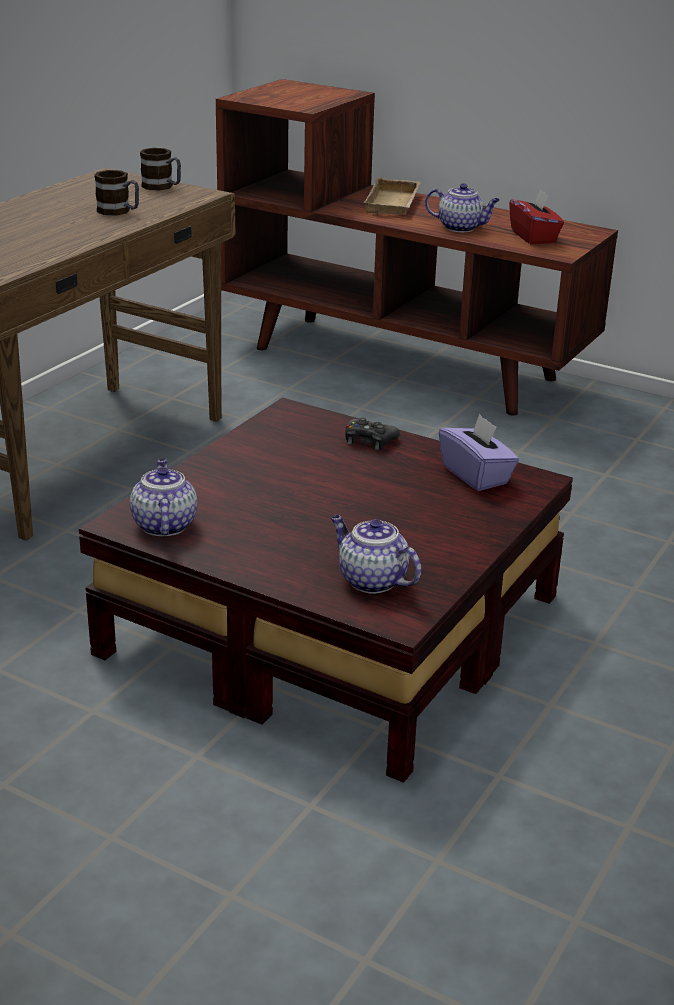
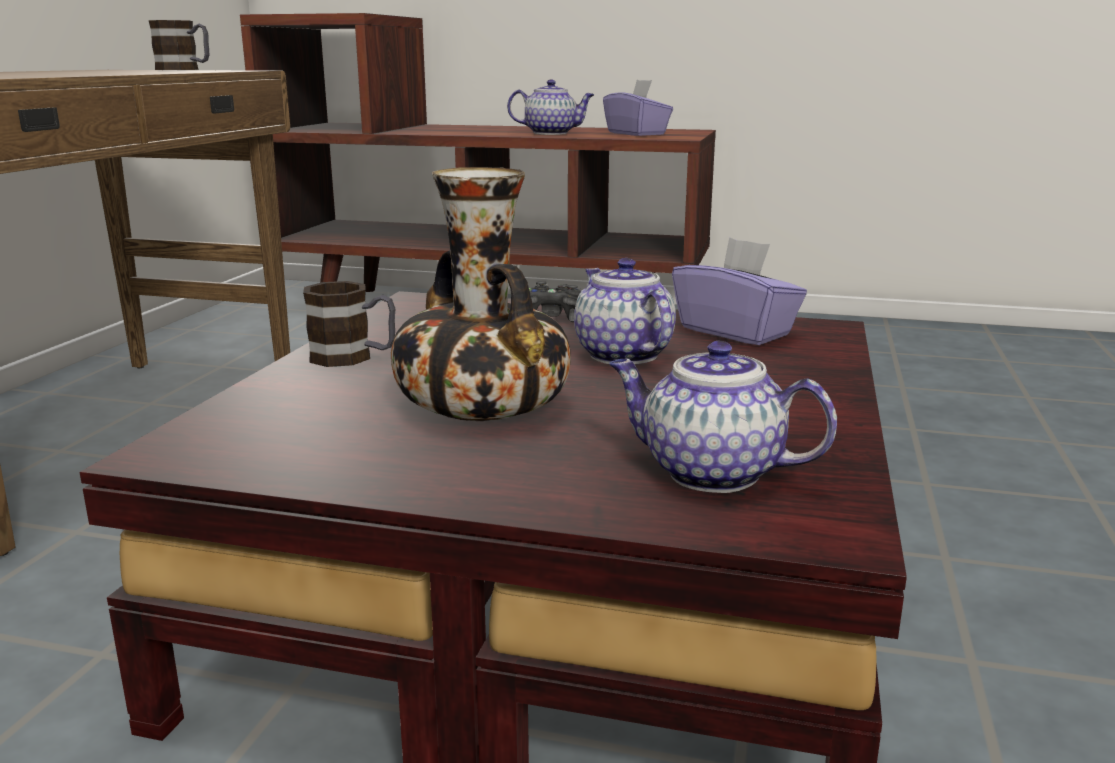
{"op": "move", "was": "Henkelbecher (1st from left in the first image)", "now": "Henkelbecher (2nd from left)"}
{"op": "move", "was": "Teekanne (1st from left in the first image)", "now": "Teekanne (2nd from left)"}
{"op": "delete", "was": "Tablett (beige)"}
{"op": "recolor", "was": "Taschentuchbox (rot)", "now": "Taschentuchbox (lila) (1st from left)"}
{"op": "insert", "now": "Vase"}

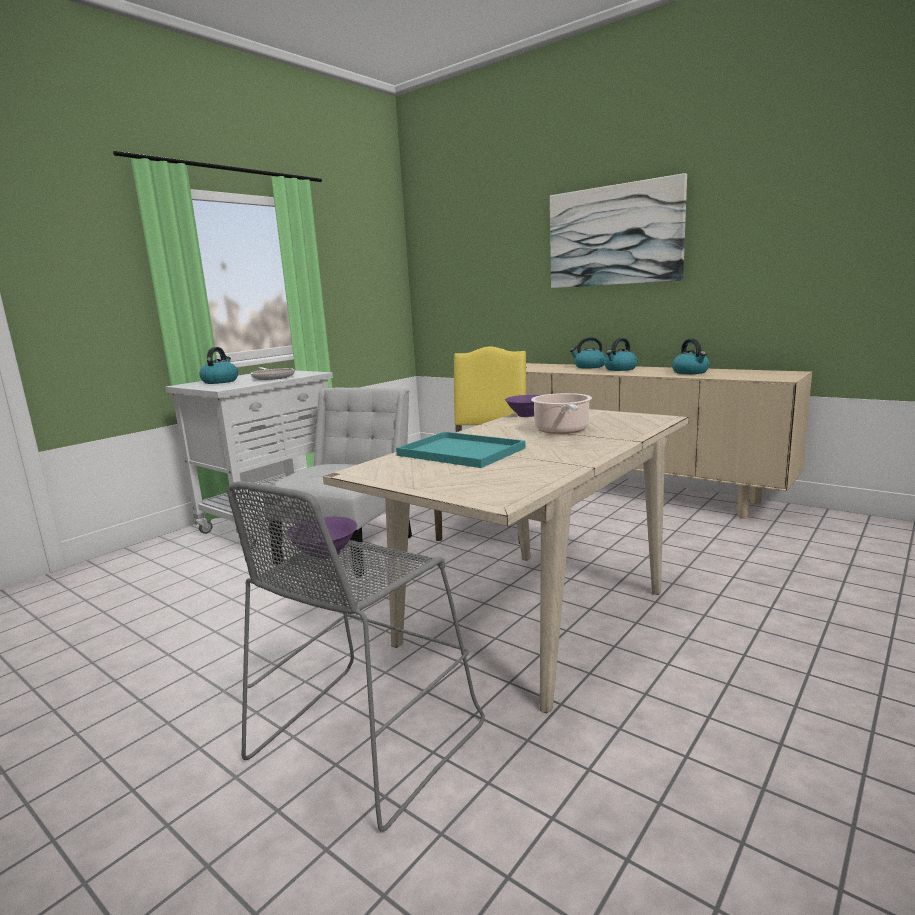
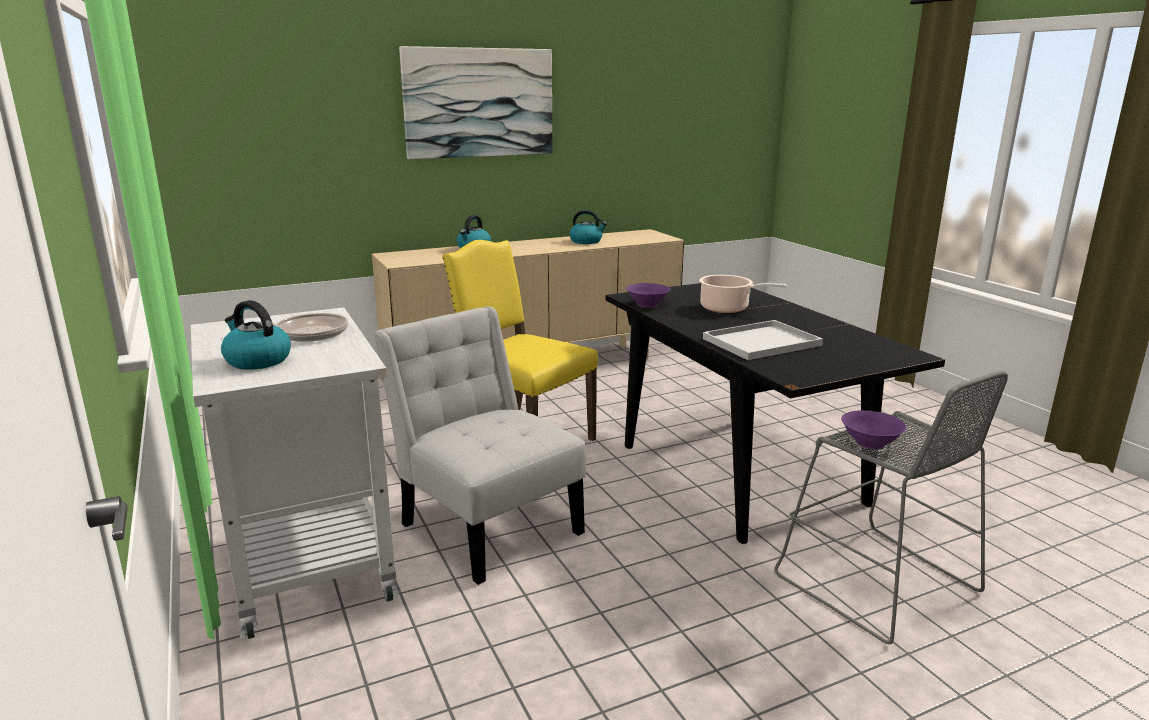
{"op": "recolor", "was": "Esstisch (beige)", "now": "Esstisch (schwarz)"}
{"op": "recolor", "was": "Tablett (türkis)", "now": "Tablett (weiß)"}
{"op": "delete", "was": "Wasserkessel (3rd from left)"}

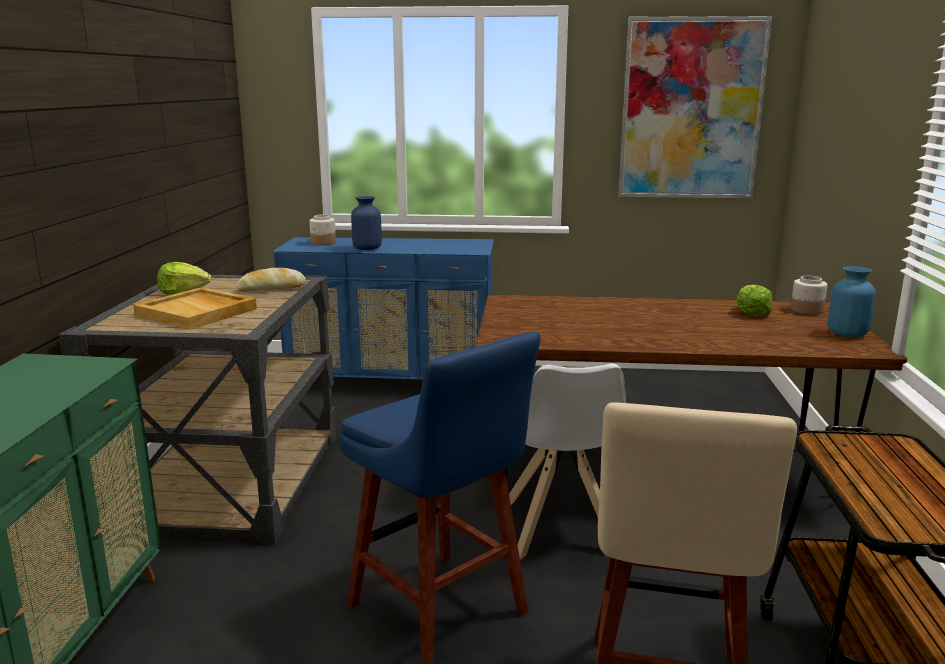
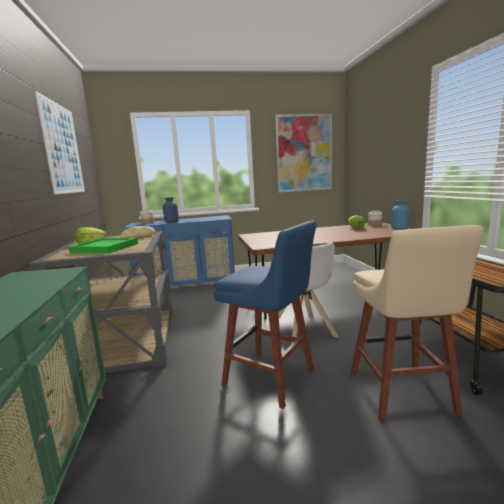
{"op": "recolor", "was": "Tablett (beige)", "now": "Tablett (grün)"}
{"op": "insert", "now": "Bild (1st from left)"}

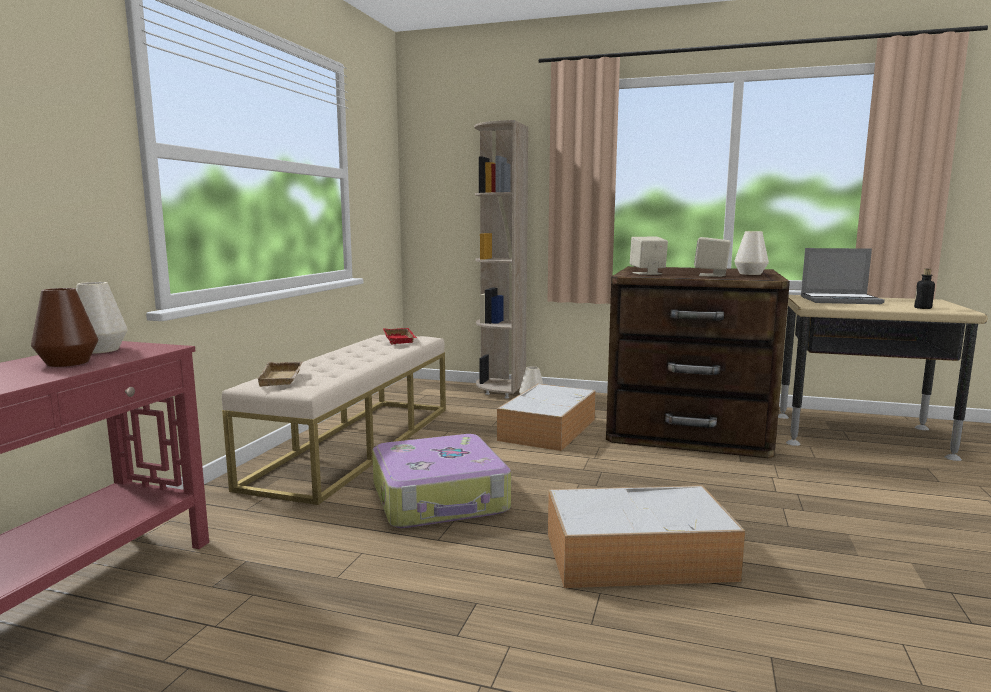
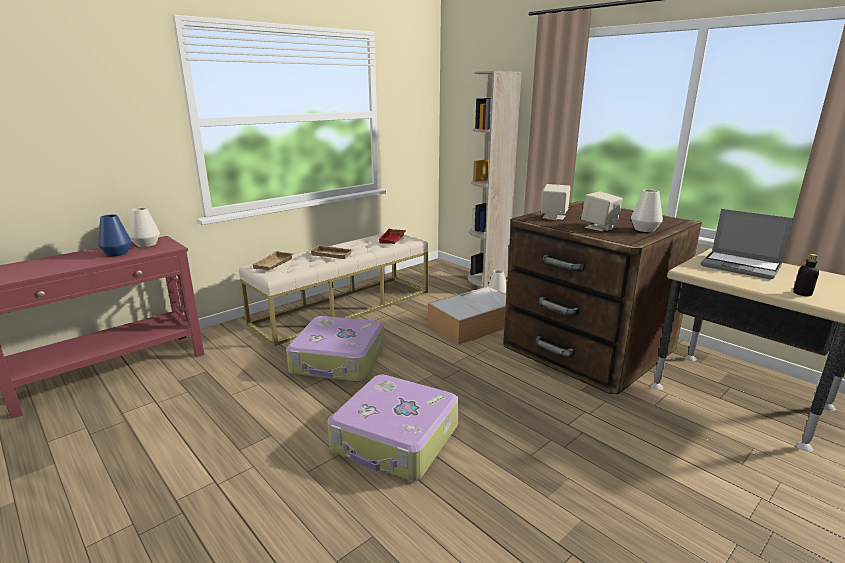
{"op": "recolor", "was": "Vase (braun)", "now": "Vase (blau)"}
{"op": "replace", "was": "Aufbewahrungsbox (2nd from left)", "now": "Koffer (2nd from left)"}
{"op": "insert", "now": "Tablett (beige) (2nd from left)"}

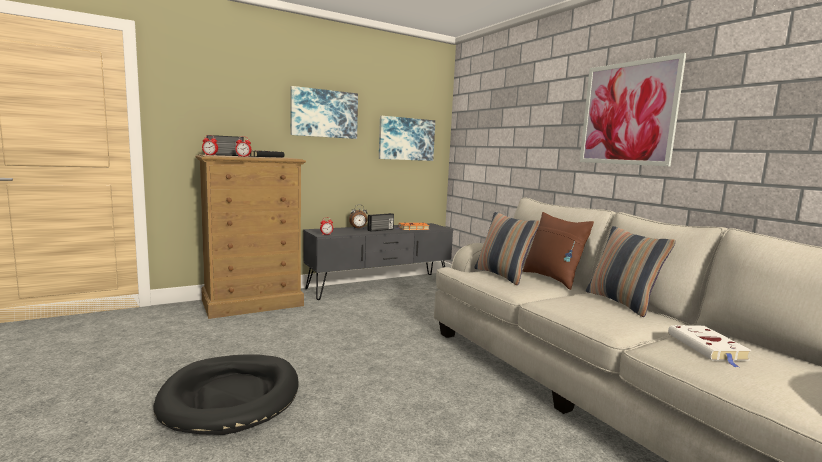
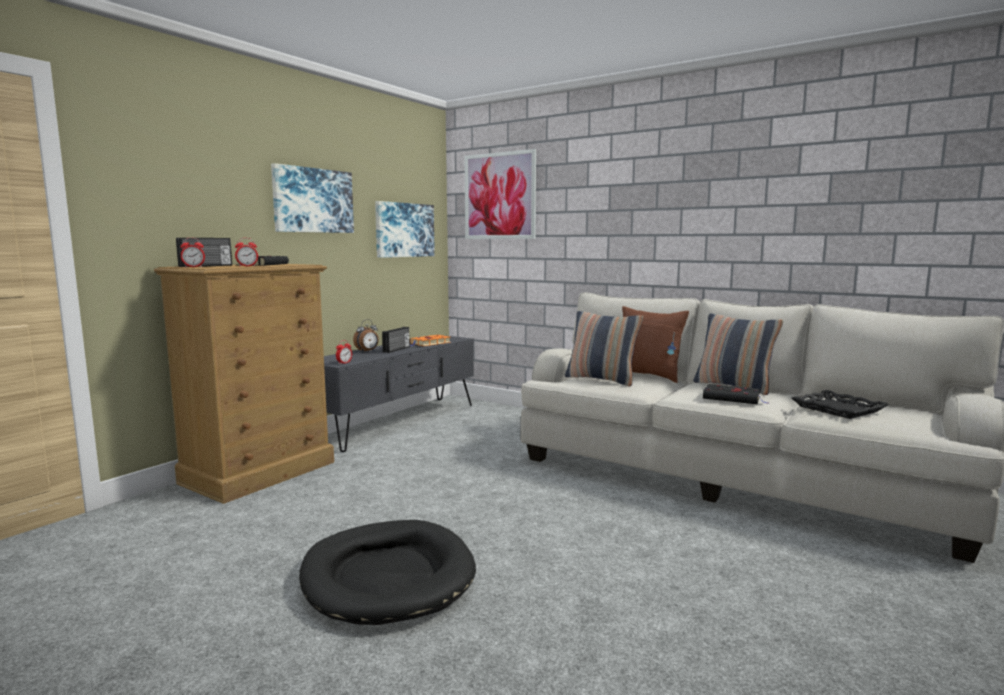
{"op": "move", "was": "Bild (3rd from left)"}
{"op": "replace", "was": "Buch (weiß)", "now": "Tablett (schwarz)"}
{"op": "insert", "now": "Buch (schwarz) (2nd from left)"}

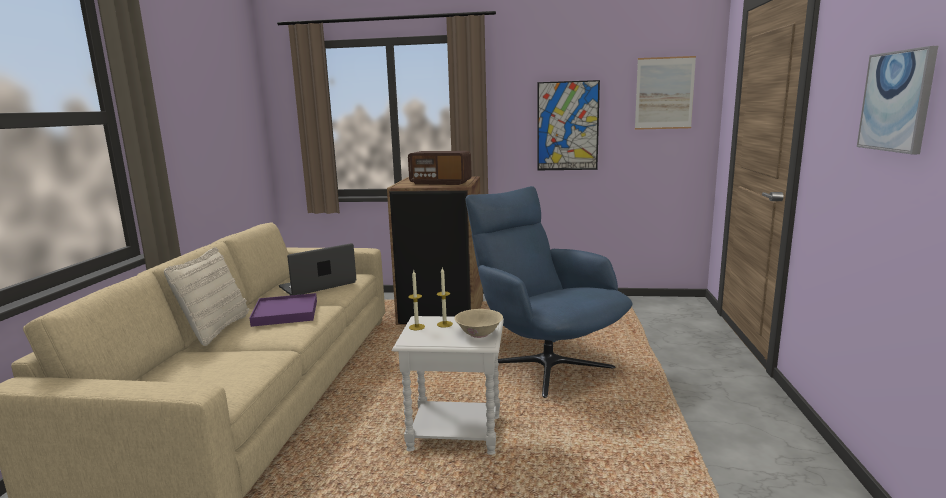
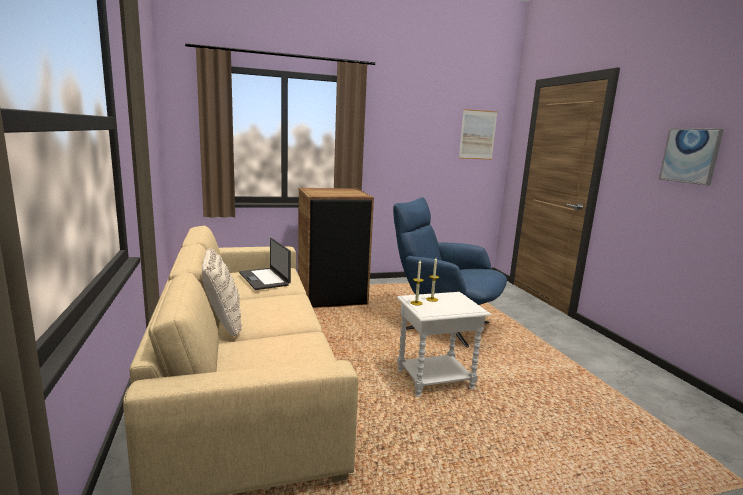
{"op": "delete", "was": "Tablett (lila)"}
{"op": "rotate", "was": "Laptop", "clockwise": -60}
{"op": "delete", "was": "Radio"}
{"op": "delete", "was": "Schüssel (beige)"}
{"op": "delete", "was": "Bild (1st from left)"}

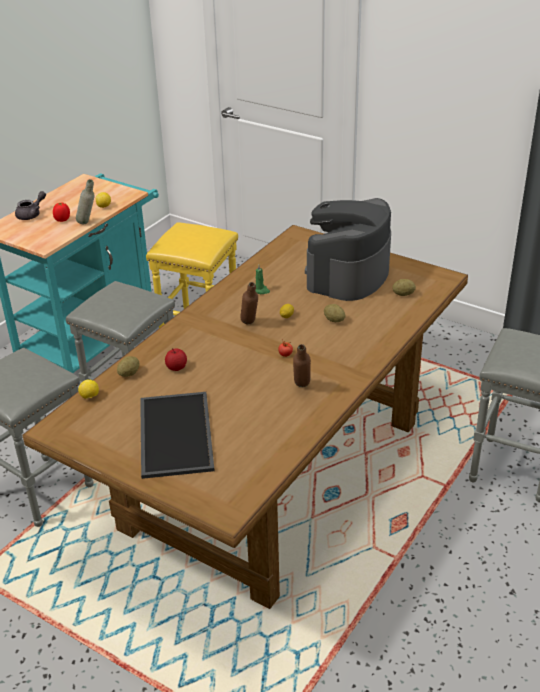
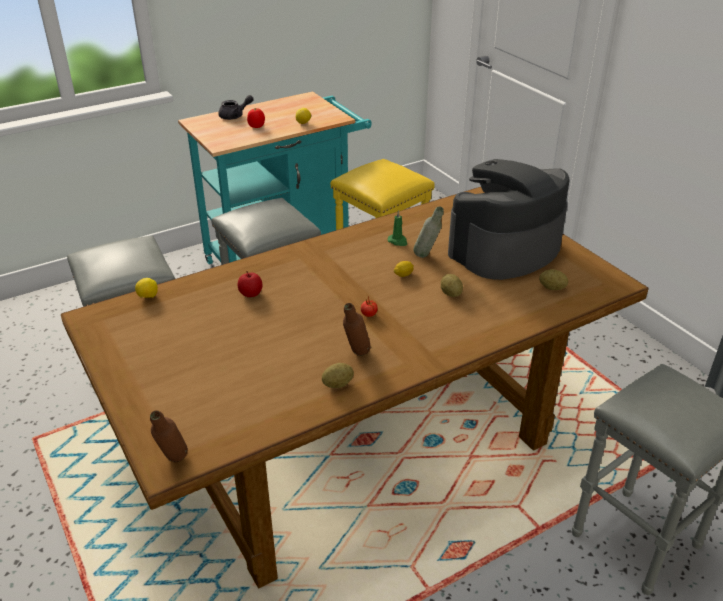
{"op": "move", "was": "Flasche (grau)"}
{"op": "move", "was": "Kartoffel (1st from left)"}
{"op": "delete", "was": "Tablett"}
{"op": "move", "was": "Flasche (braun) (1st from left)"}

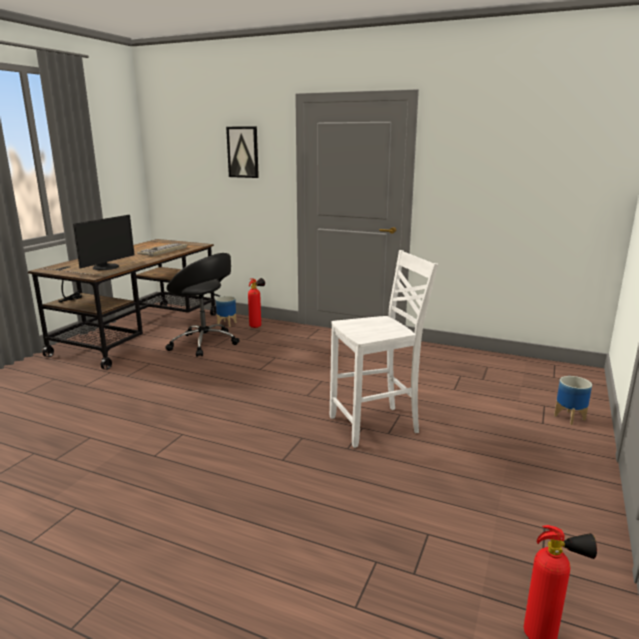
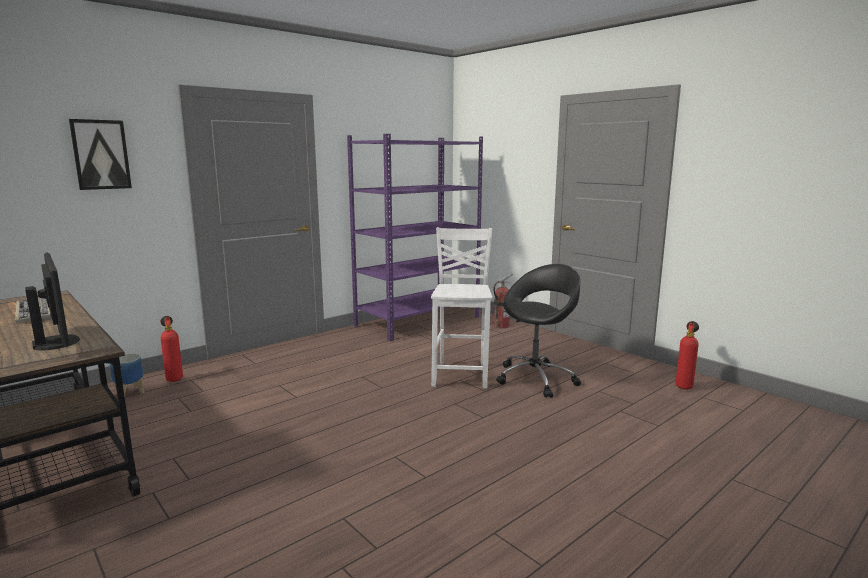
{"op": "move", "was": "Bürostuhl (schwarz)"}
{"op": "replace", "was": "Pflanzkübel (2nd from left)", "now": "Feuerlöscher (2nd from left)"}
{"op": "insert", "now": "Bücherregal (lila)"}

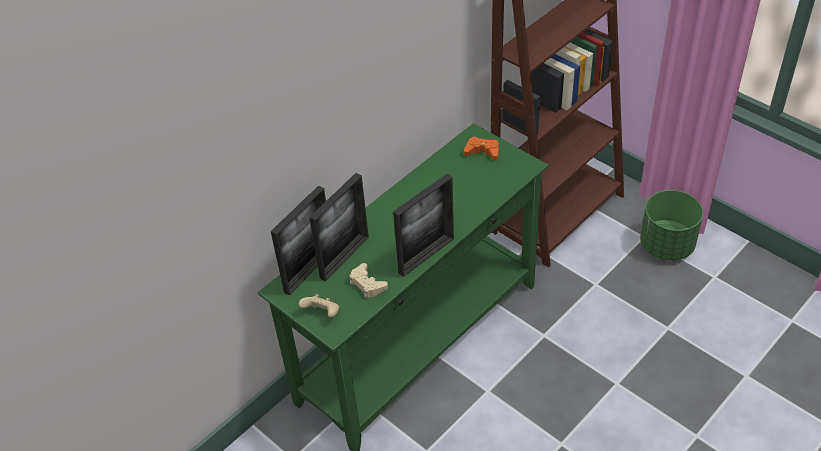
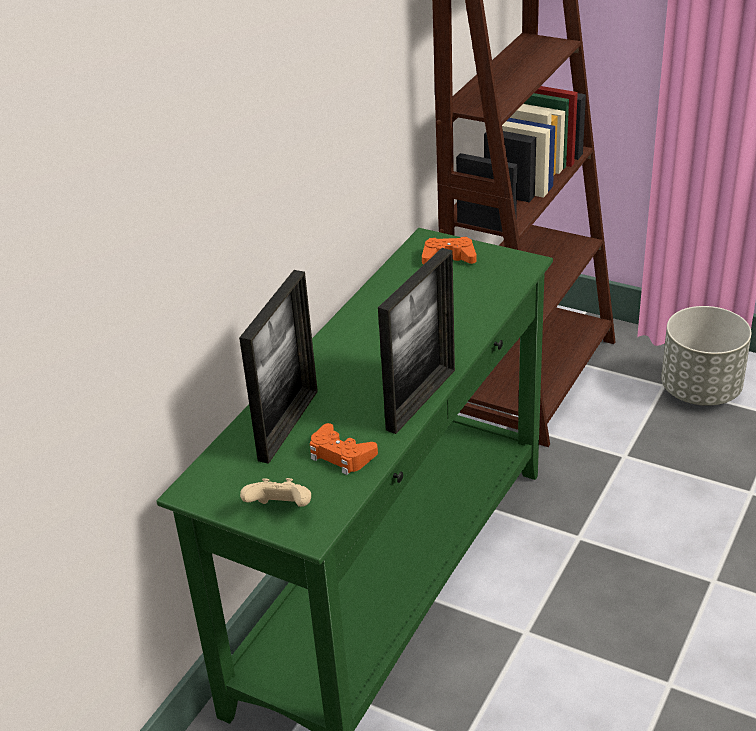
{"op": "delete", "was": "Bilderrahmen (1st from left)"}
{"op": "recolor", "was": "Gamepad (beige) (2nd from left)", "now": "Gamepad (orange) (1st from left)"}
{"op": "recolor", "was": "Pflanzkübel (grün)", "now": "Pflanzkübel (grau)"}

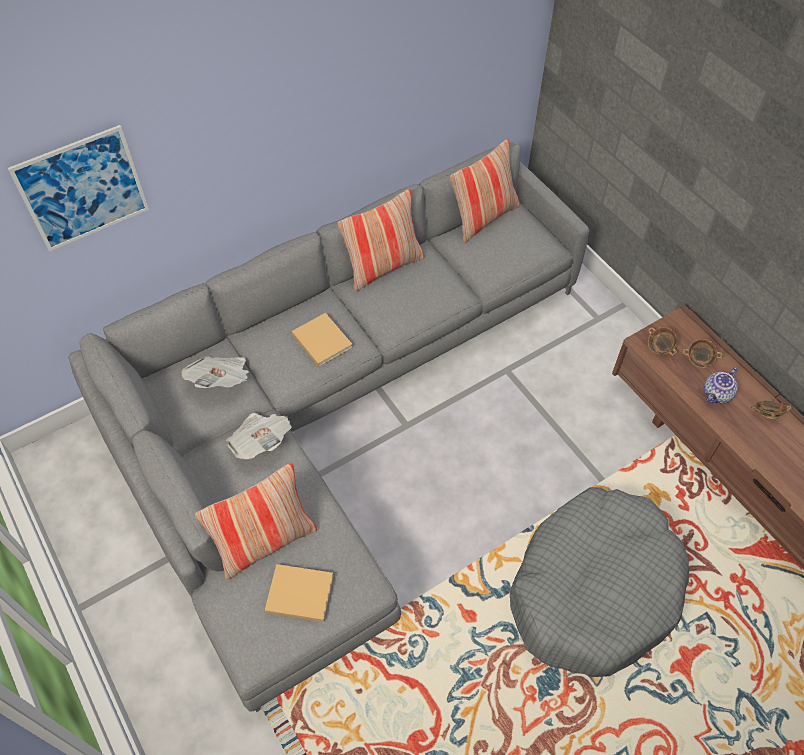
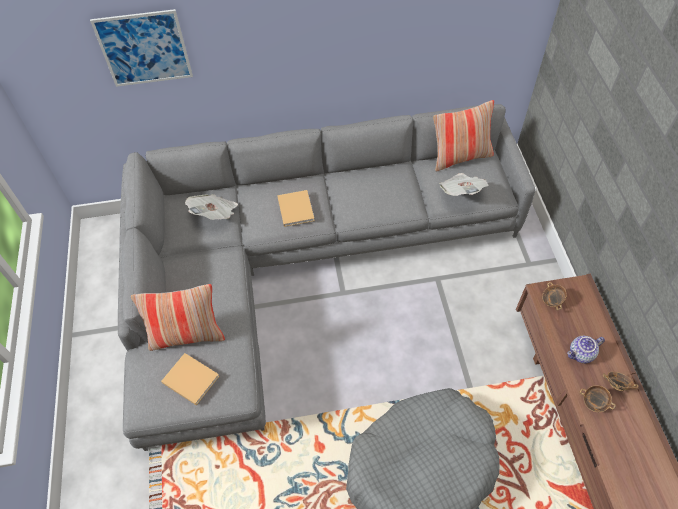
{"op": "move", "was": "Zeitung (2nd from left)"}
{"op": "delete", "was": "Kissen (2nd from left)"}
{"op": "move", "was": "Schüssel (2nd from left)"}

